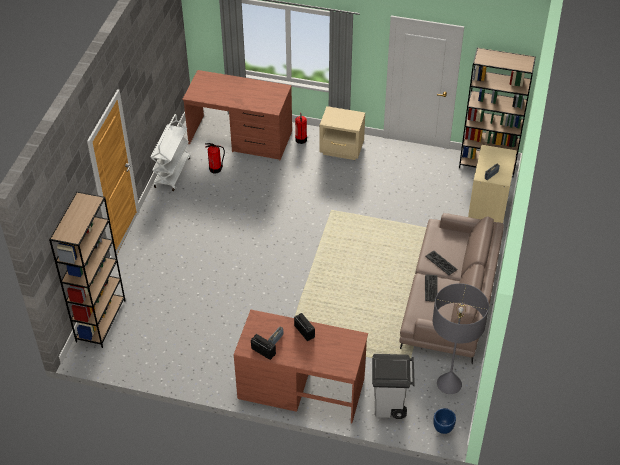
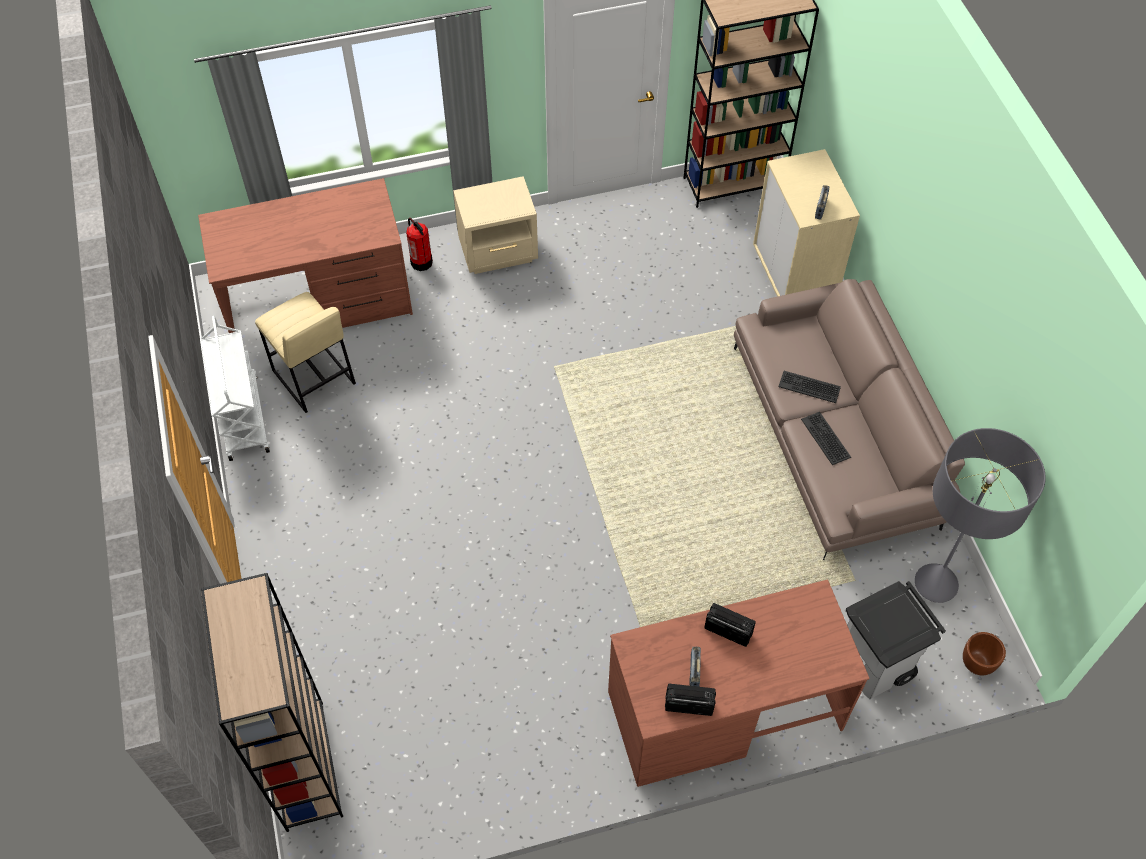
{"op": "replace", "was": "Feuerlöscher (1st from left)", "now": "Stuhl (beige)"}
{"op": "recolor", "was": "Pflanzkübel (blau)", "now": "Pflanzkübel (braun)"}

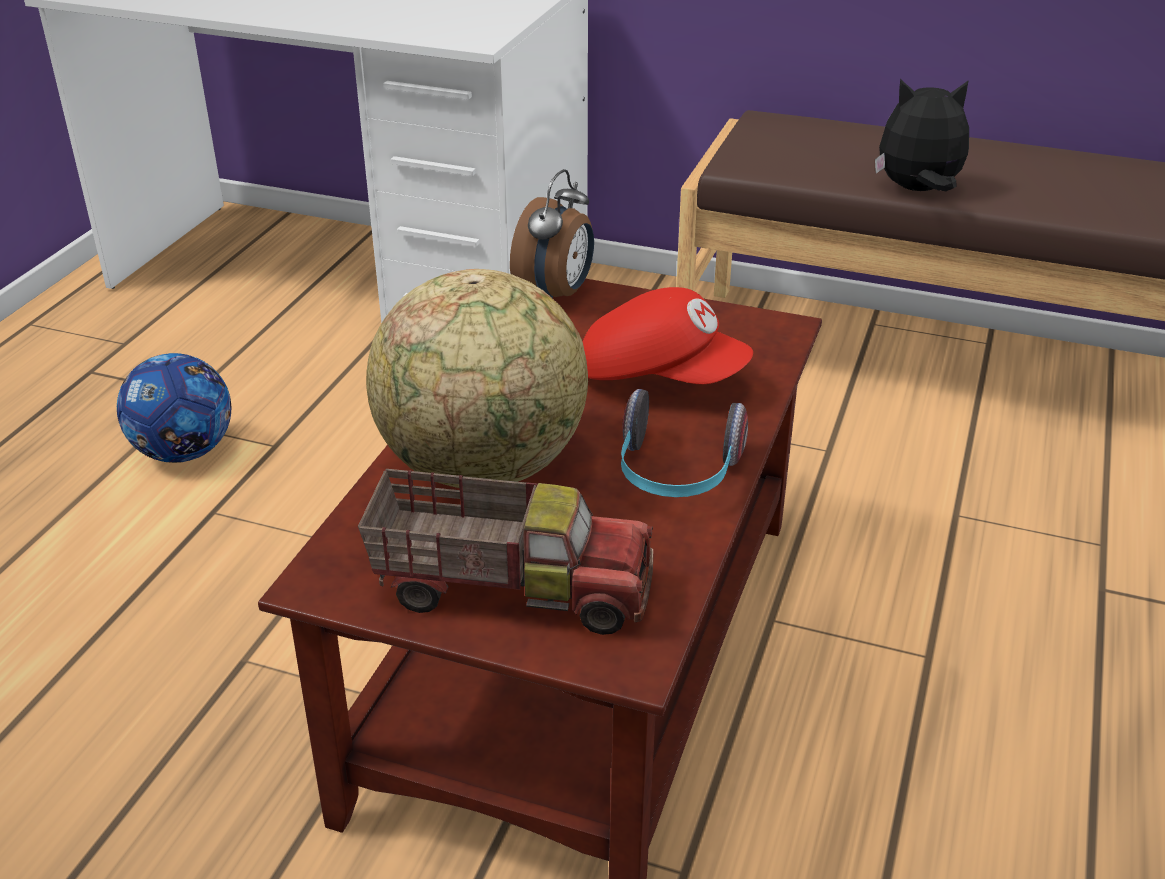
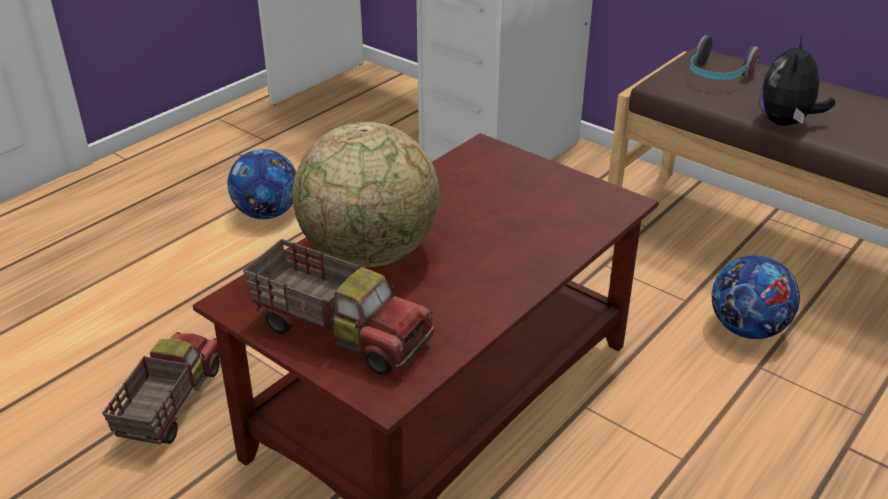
{"op": "delete", "was": "Wecker"}
{"op": "delete", "was": "Kappe (rot)"}
{"op": "move", "was": "Kopfhörer"}
{"op": "rotate", "was": "Plüschtier", "clockwise": -90}
{"op": "insert", "now": "Spielzeuglaster (1st from left)"}
{"op": "insert", "now": "Fußball (2nd from left)"}

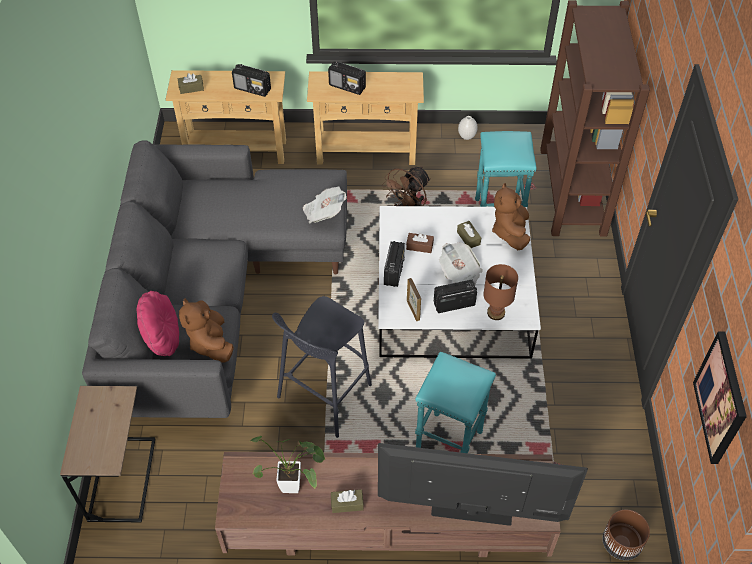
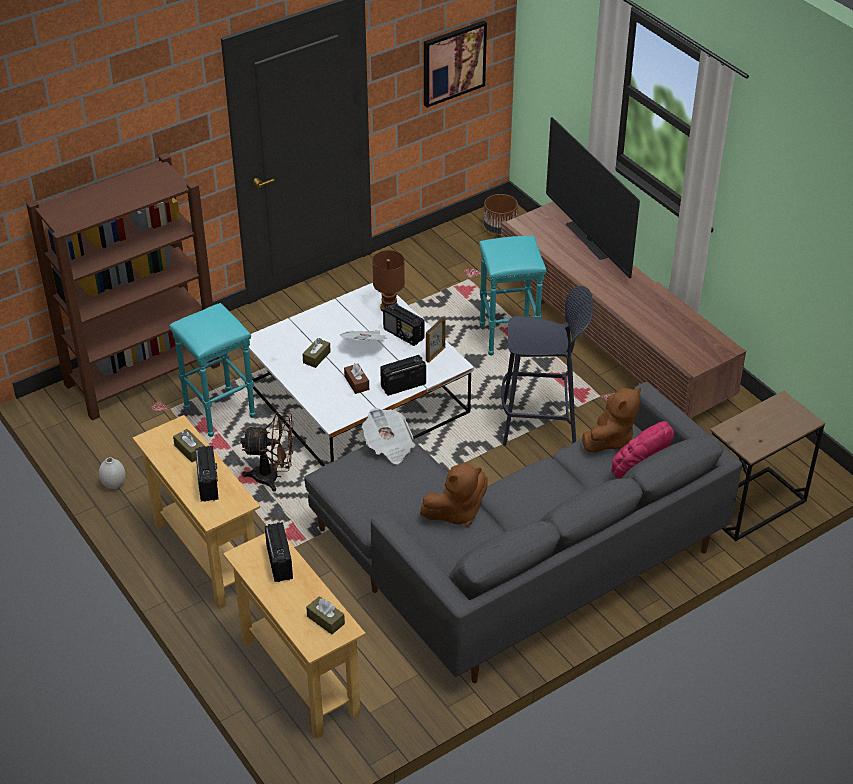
{"op": "delete", "was": "Topfpflanze"}
{"op": "move", "was": "Taschentuchbox (braun) (2nd from left in the first image)", "now": "Taschentuchbox (braun) (1st from left)"}
{"op": "move", "was": "Plüschtier (braun) (2nd from left in the first image)", "now": "Plüschtier (braun) (1st from left)"}

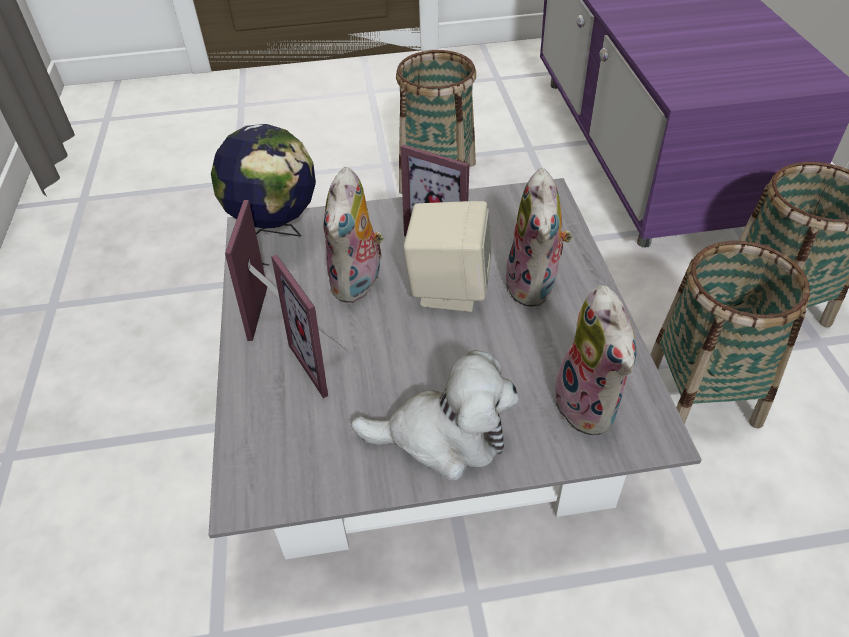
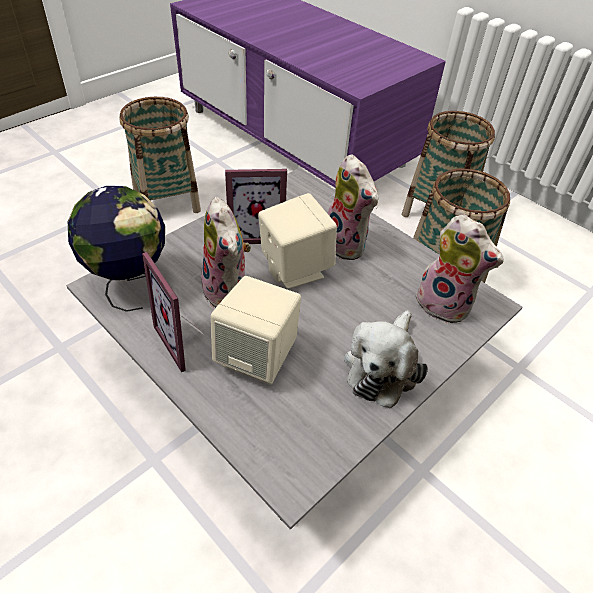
{"op": "replace", "was": "Bilderrahmen (2nd from left)", "now": "Lautsprecher (beige) (1st from left)"}
{"op": "rotate", "was": "Plüschtier (2nd from left in the first image)", "clockwise": 150}

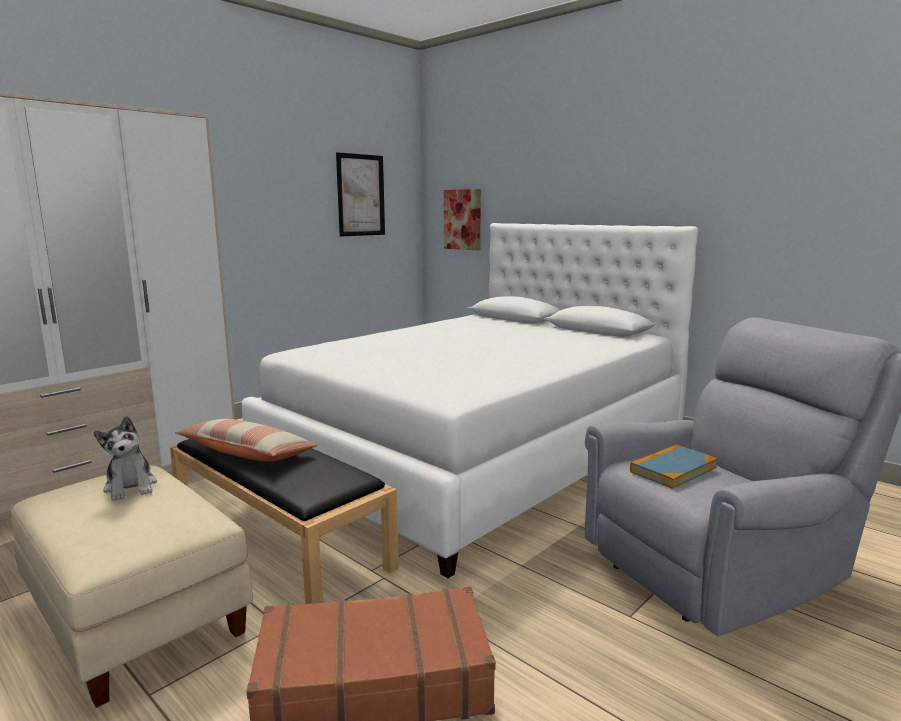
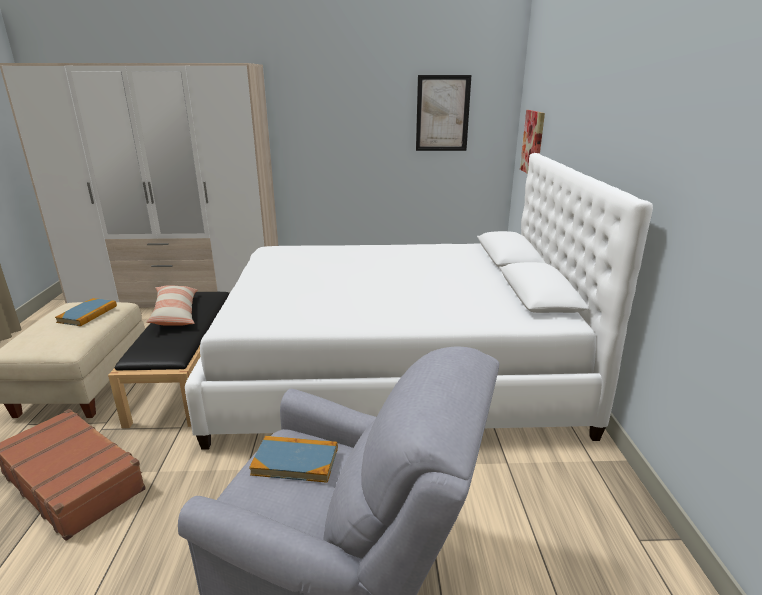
{"op": "replace", "was": "Plüschtier", "now": "Buch (1st from left)"}

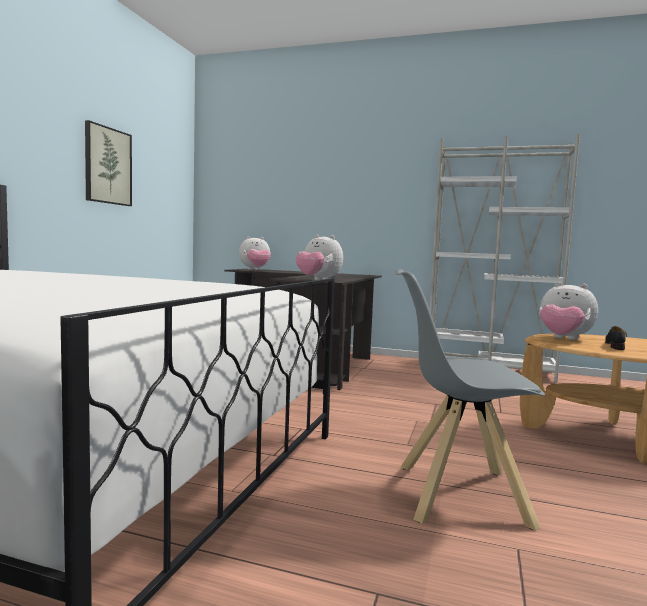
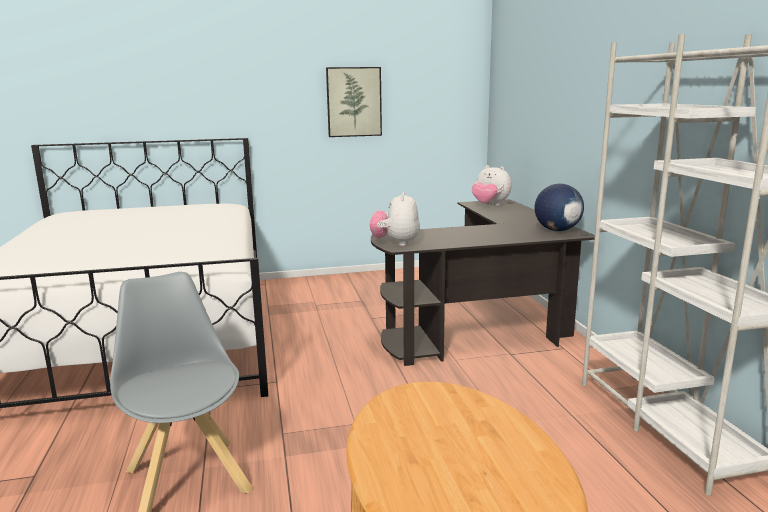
{"op": "delete", "was": "Plüschtier (3rd from left)"}
{"op": "delete", "was": "Schuh (schwarz)"}
{"op": "insert", "now": "Globus"}

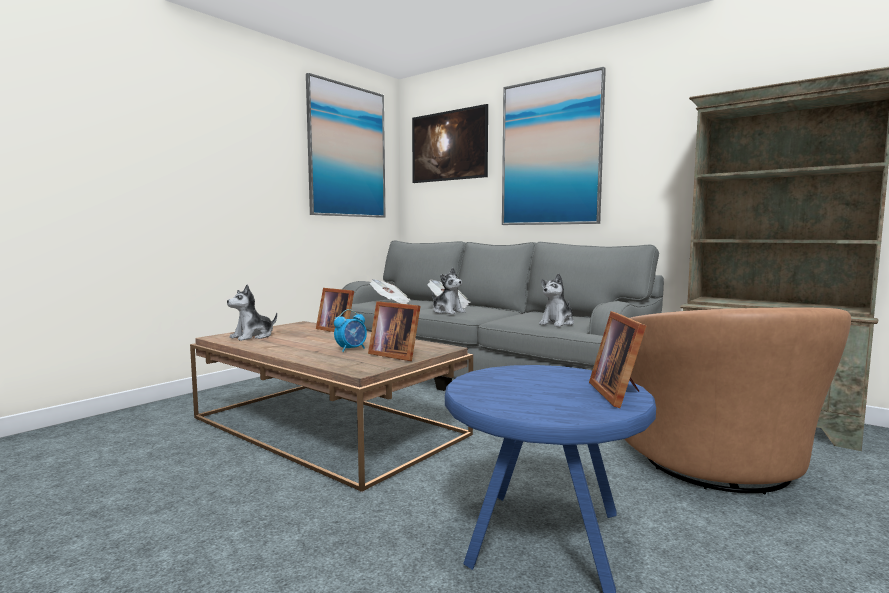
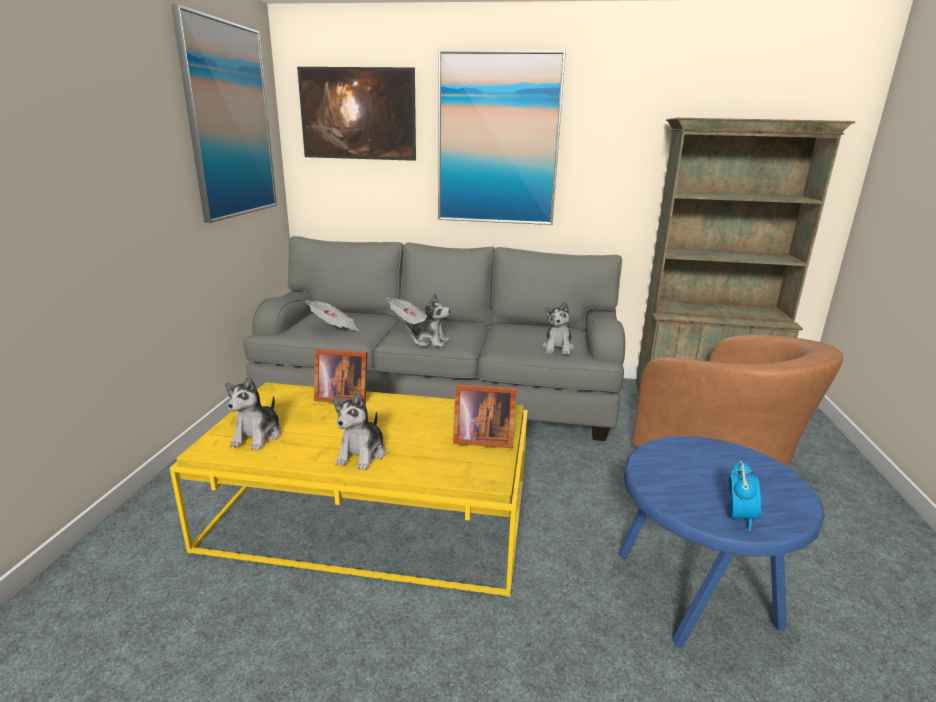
{"op": "recolor", "was": "Couchtisch (braun)", "now": "Couchtisch (gelb)"}
{"op": "move", "was": "Wecker"}
{"op": "delete", "was": "Bilderrahmen (3rd from left)"}
{"op": "insert", "now": "Plüschtier (2nd from left)"}

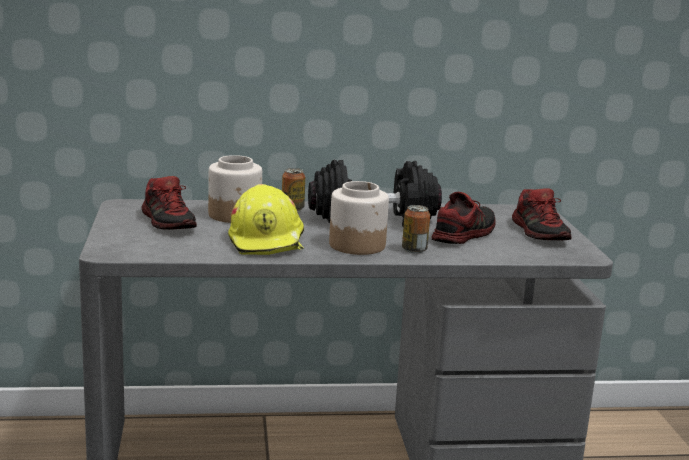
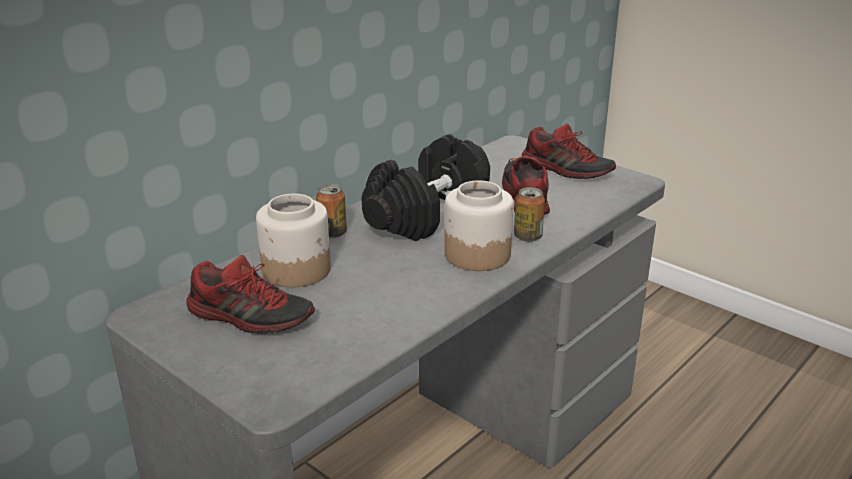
{"op": "delete", "was": "Schutzhelm (gelb)"}

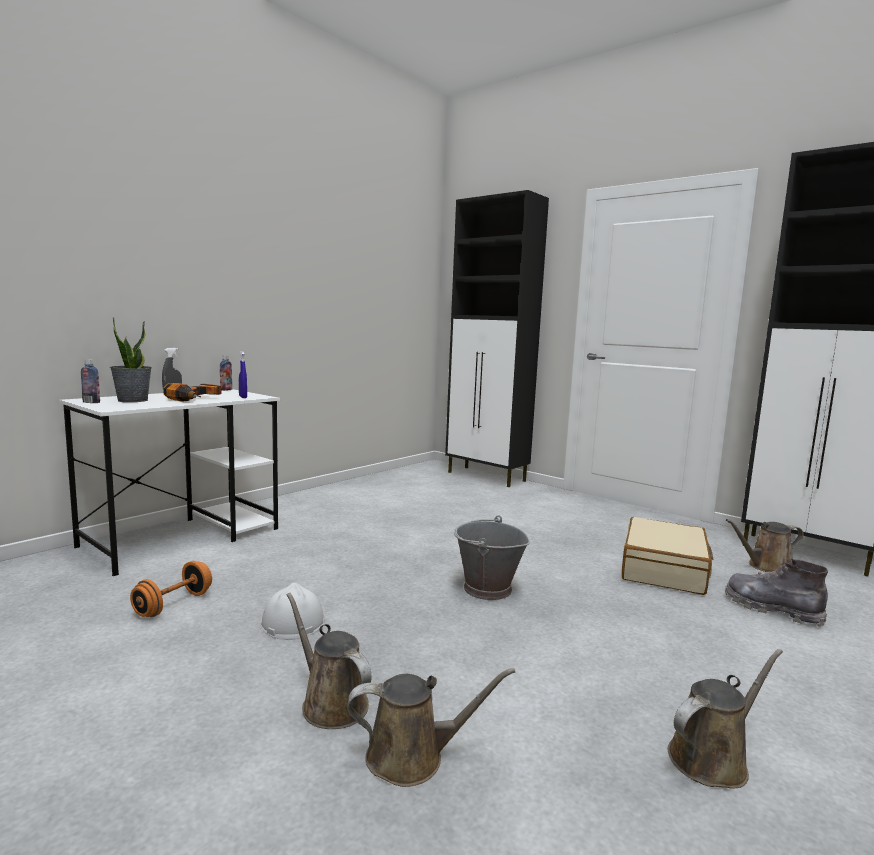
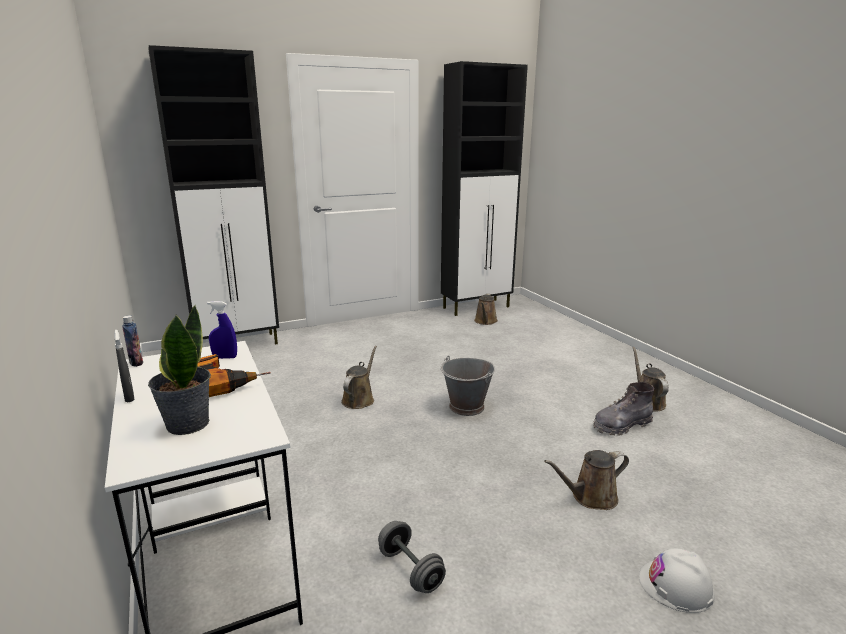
{"op": "delete", "was": "Flasche (1st from left)"}
{"op": "recolor", "was": "Hantel (orange)", "now": "Hantel (grau)"}
{"op": "move", "was": "Schutzhelm (weiß)"}
{"op": "move", "was": "Gießkanne (braun) (2nd from left in the first image)", "now": "Gießkanne (braun) (1st from left)"}
{"op": "delete", "was": "Koffer (beige)"}
{"op": "move", "was": "Stiefel (grau)"}

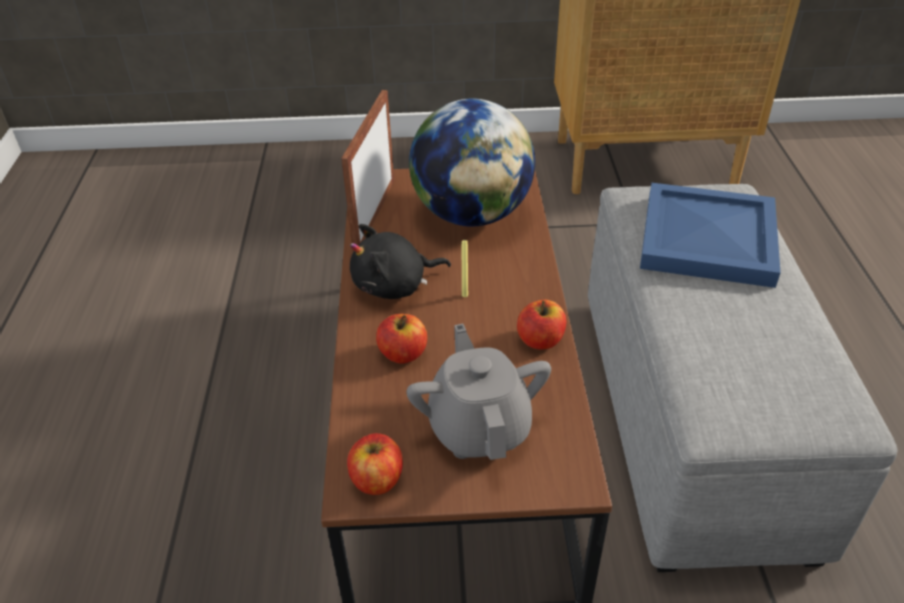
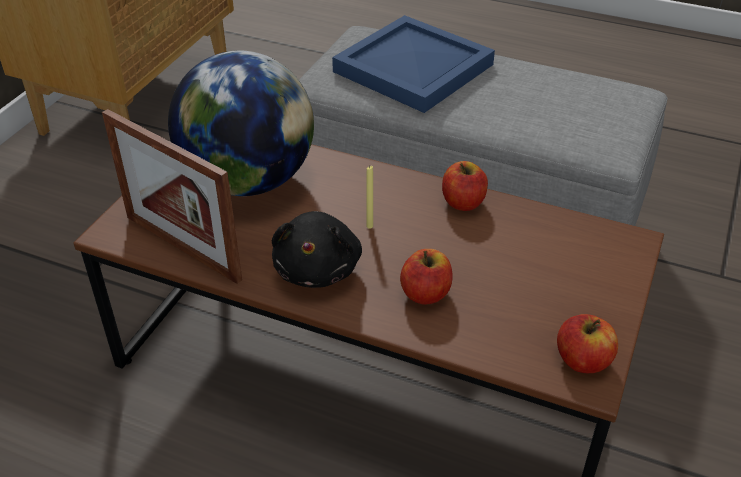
{"op": "delete", "was": "Teekanne (grau)"}

